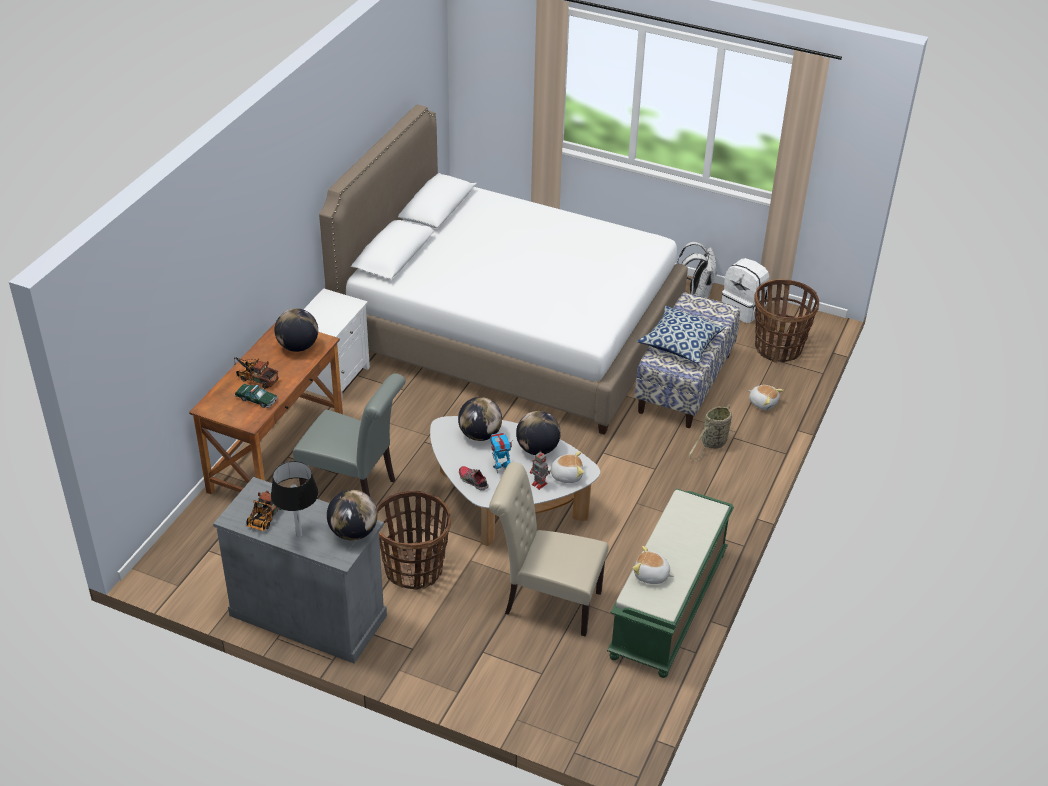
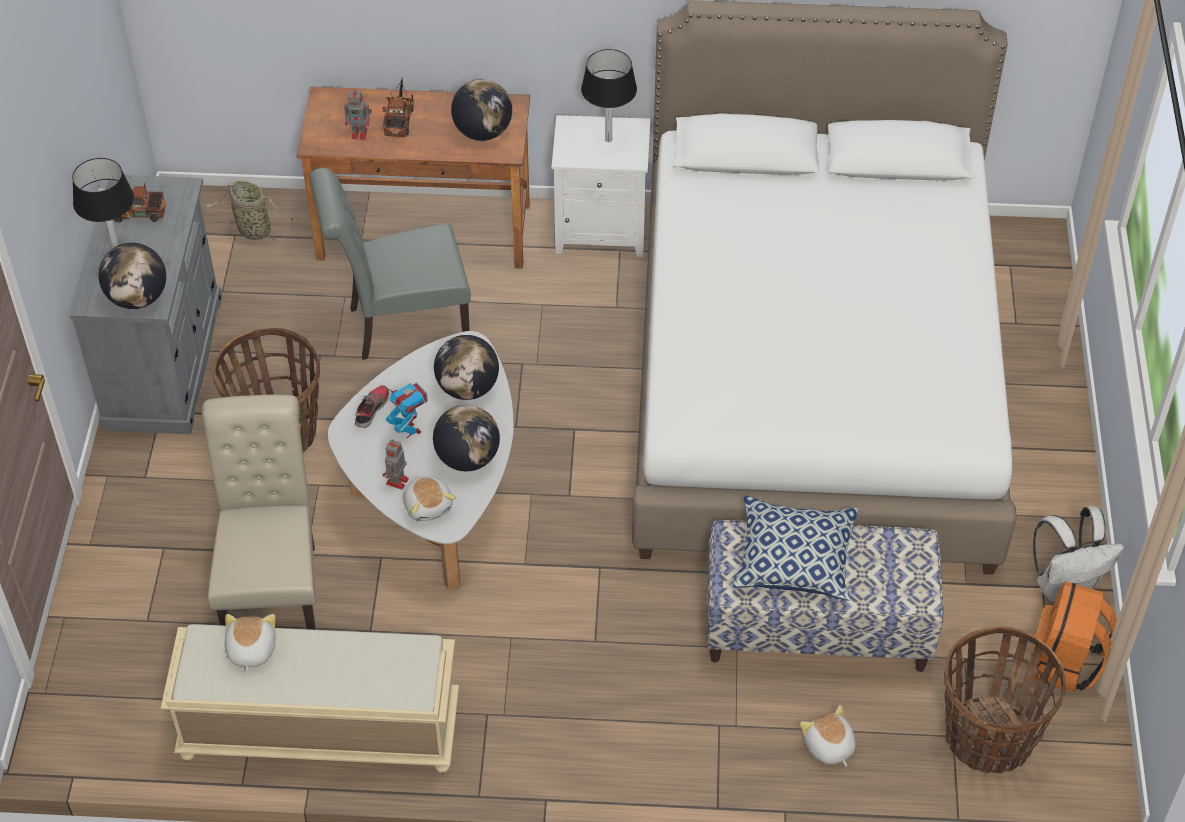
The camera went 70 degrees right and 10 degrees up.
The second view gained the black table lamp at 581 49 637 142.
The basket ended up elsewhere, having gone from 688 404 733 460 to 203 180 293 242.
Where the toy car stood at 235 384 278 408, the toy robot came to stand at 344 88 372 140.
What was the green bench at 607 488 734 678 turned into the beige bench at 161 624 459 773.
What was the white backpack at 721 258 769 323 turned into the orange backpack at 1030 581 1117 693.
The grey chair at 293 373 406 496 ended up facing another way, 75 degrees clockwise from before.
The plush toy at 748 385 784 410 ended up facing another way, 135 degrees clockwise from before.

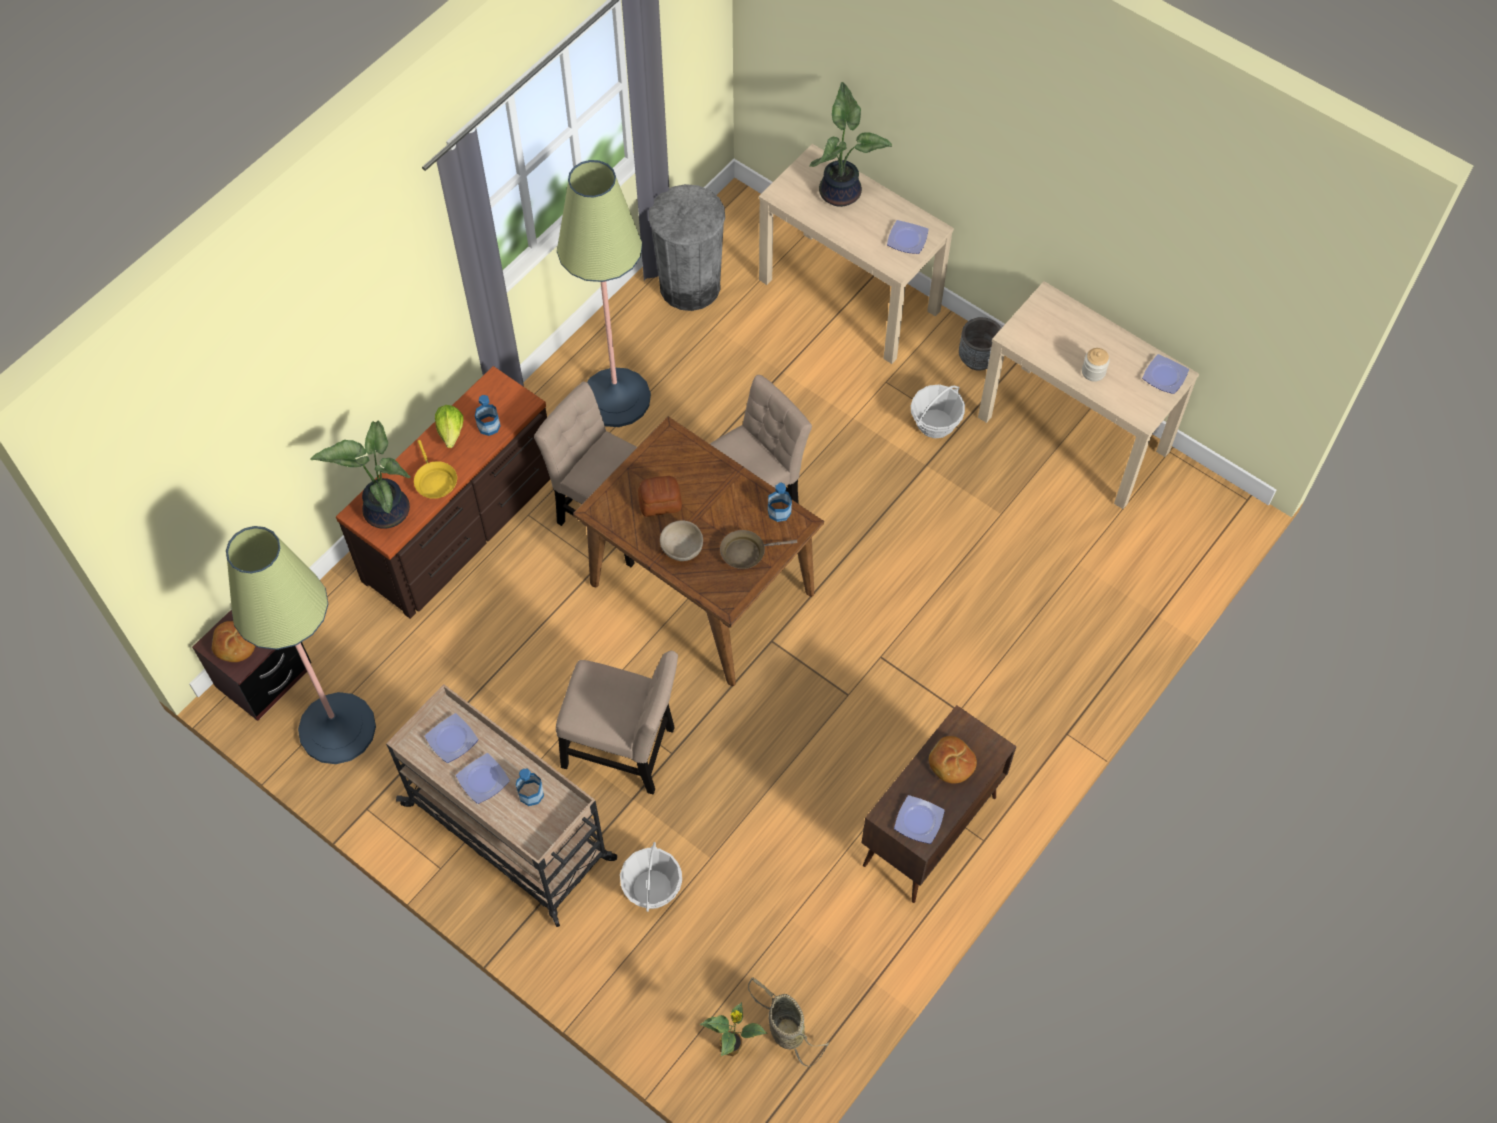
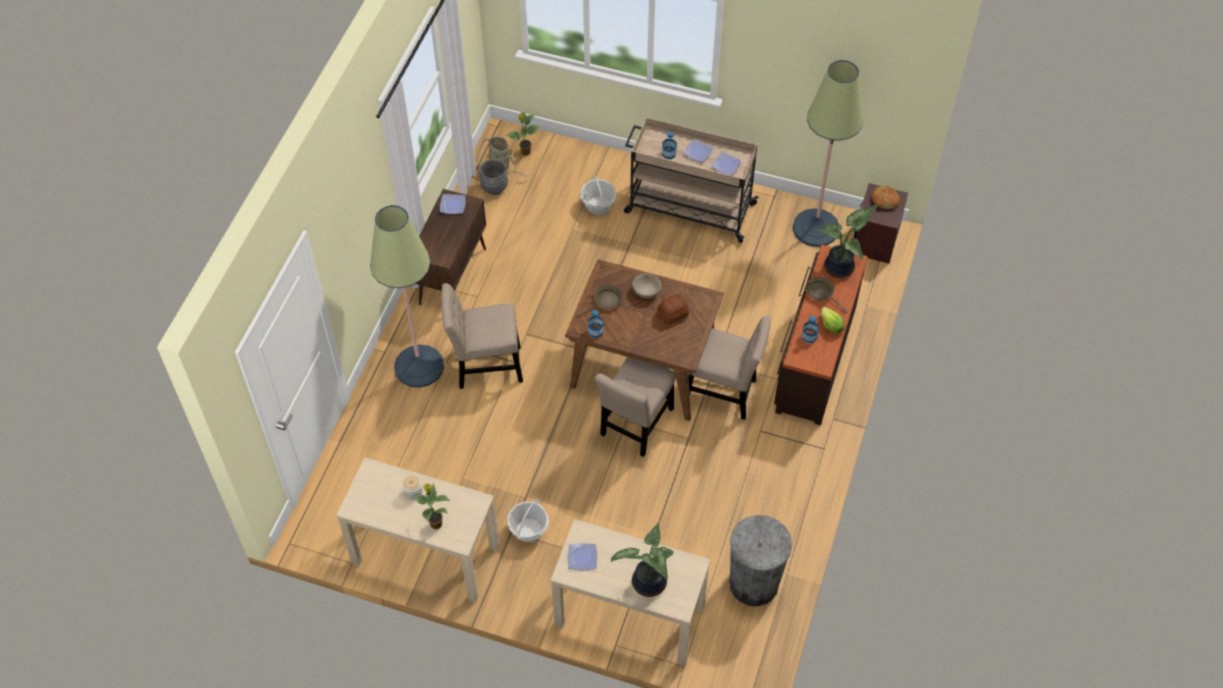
The camera went 160 degrees right and 5 degrees down.
The second view lost the bread at 929 736 977 784.
The second view lost the plate at 1142 354 1189 394.
The second view gained the potted plant at 413 483 450 529.
The beige chair ended up elsewhere, having gone from 556 651 678 795 to 441 283 523 389.
The floor lamp ended up elsewhere, having gone from 557 160 651 427 to 370 205 444 388.
The grey planter ended up elsewhere, having gone from 959 317 1001 371 to 479 159 508 195.
What was the yellow frying pan at 414 440 457 499 turned into the brown frying pan at 806 276 848 313.

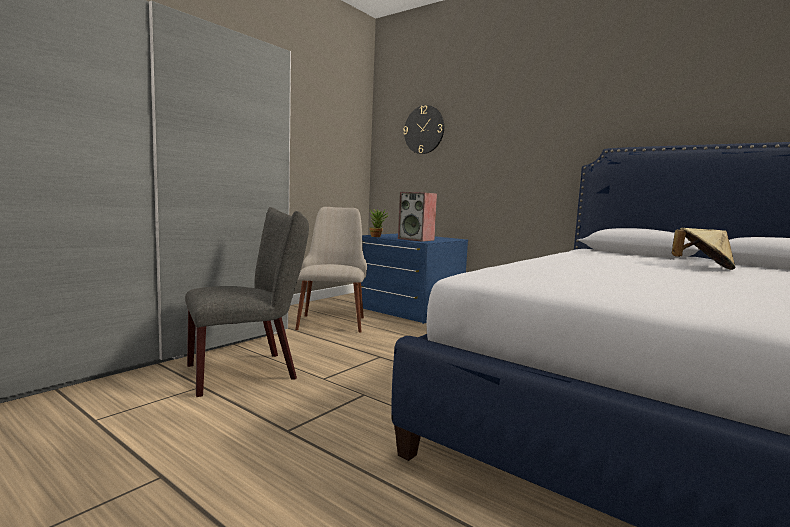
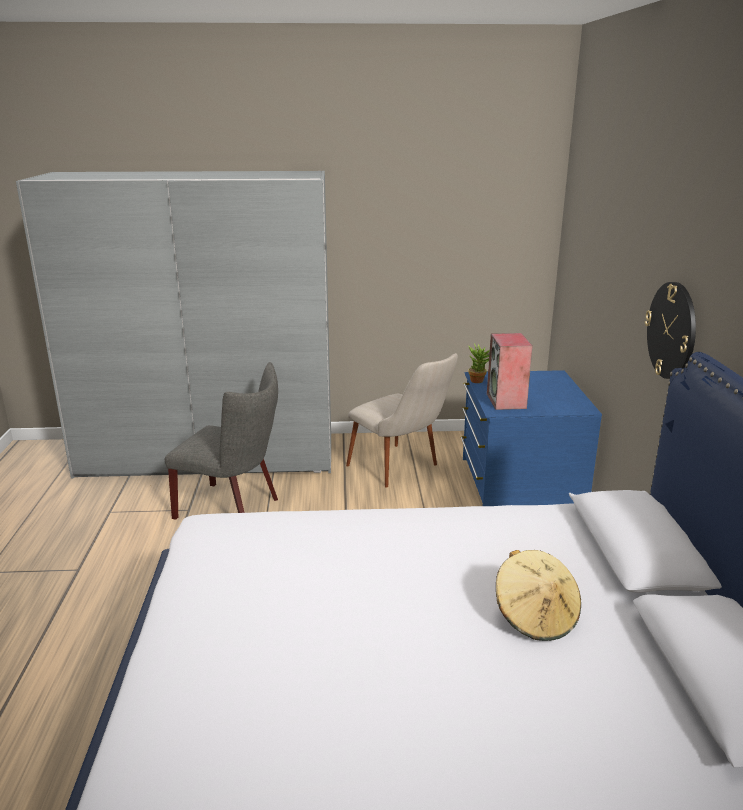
The camera went 50 degrees right and 15 degrees up.
The wall clock ended up elsewhere, having gone from 404 105 444 154 to 645 282 696 379.
The beige chair at 295 207 367 332 ended up facing another way, 90 degrees clockwise from before.

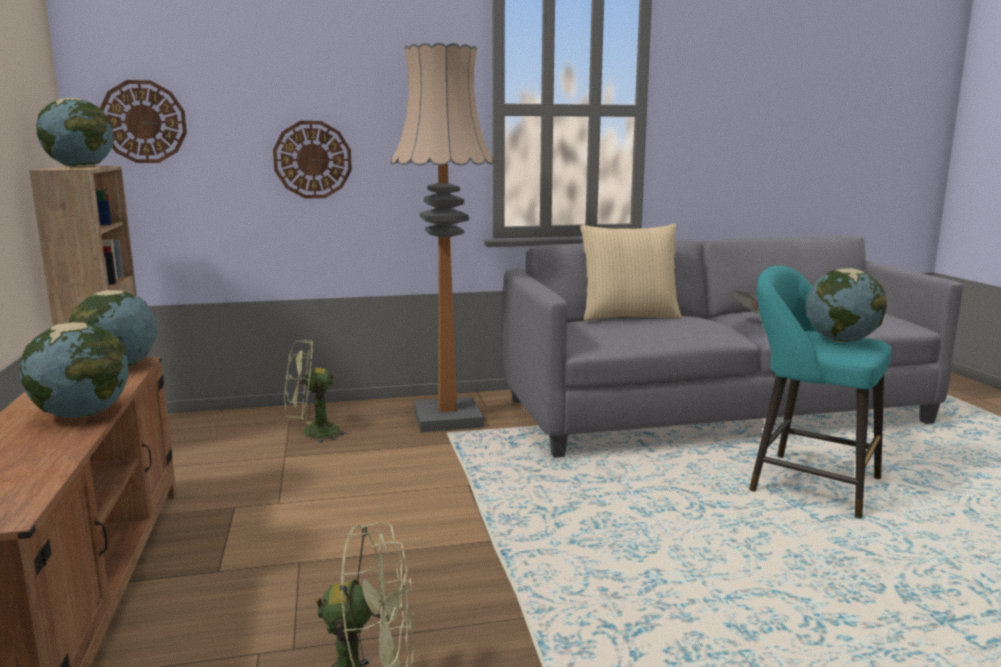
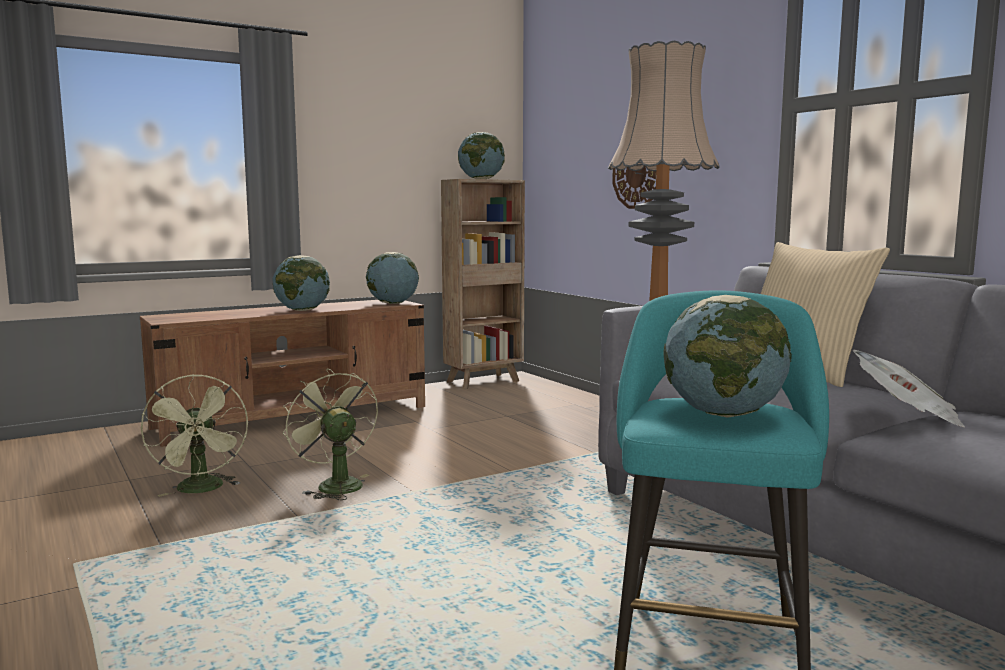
The camera went 70 degrees right and 5 degrees down.
The second view lost the wall clock at 100 80 187 163.
The green fan ended up elsewhere, having gone from 284 339 351 444 to 283 369 378 500.

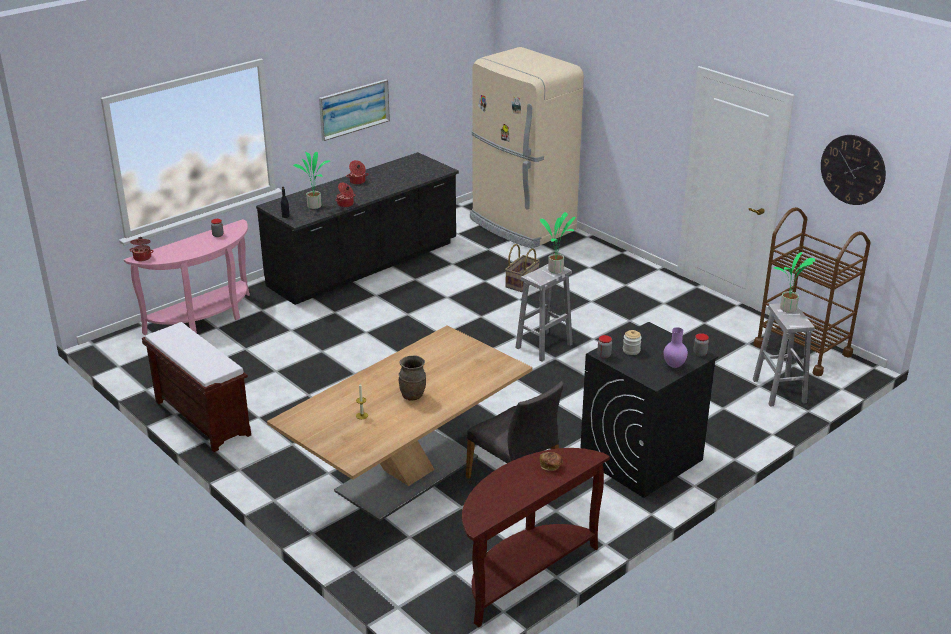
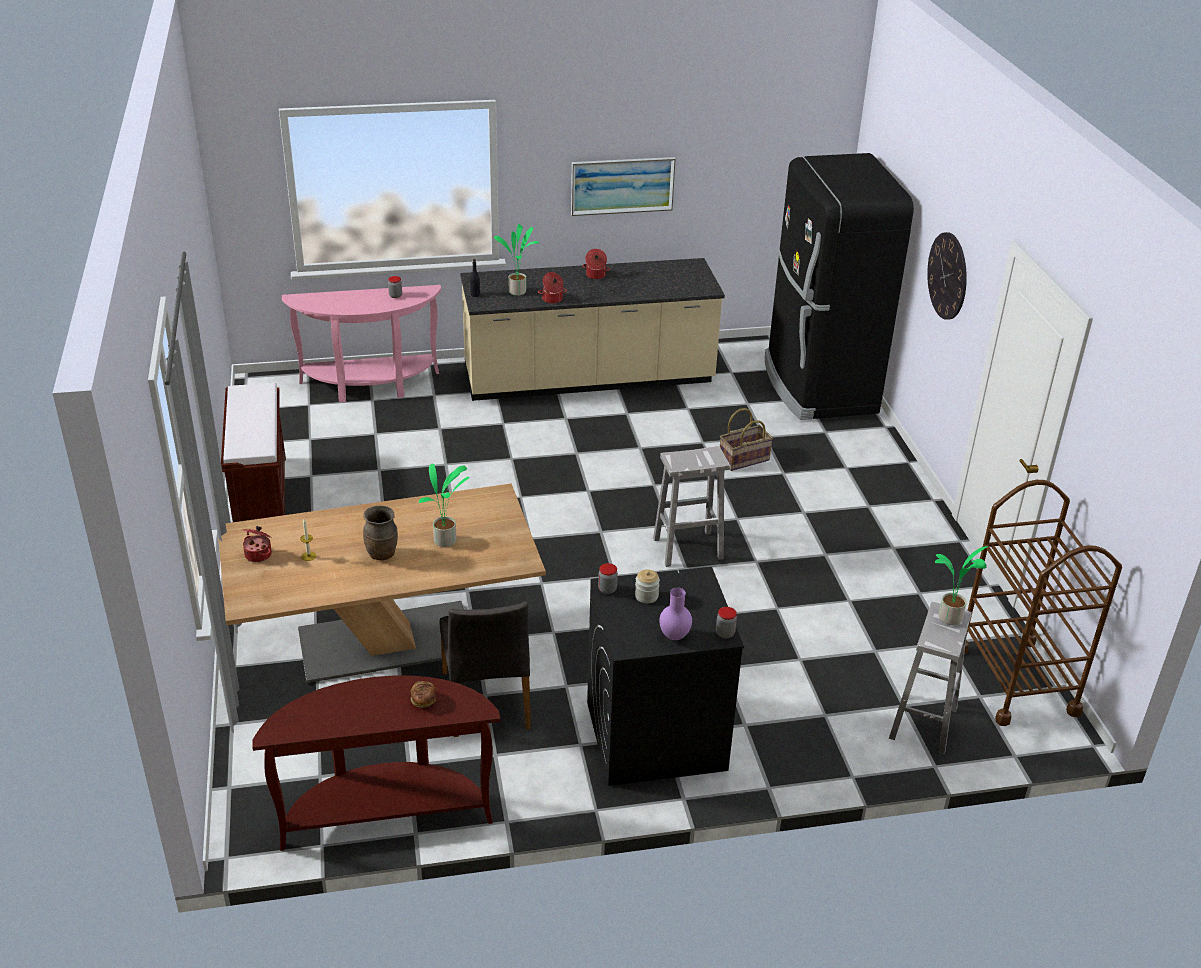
The camera went 30 degrees right and 5 degrees up.
The cooking pot ended up elsewhere, having gone from 130 237 153 261 to 243 526 272 562.
The potted plant ended up elsewhere, having gone from 540 212 576 274 to 419 464 470 547.
The wall clock ended up elsewhere, having gone from 821 135 886 205 to 927 232 967 320.
What was the black counter at 256 152 459 305 turned into the beige counter at 460 258 725 401.
What was the beige fridge at 470 47 584 248 turned into the black fridge at 765 153 914 420.

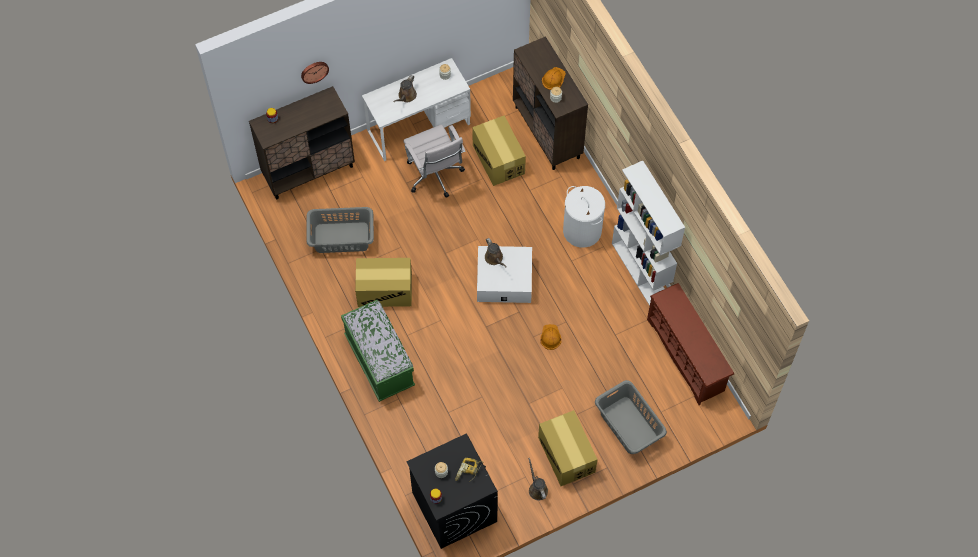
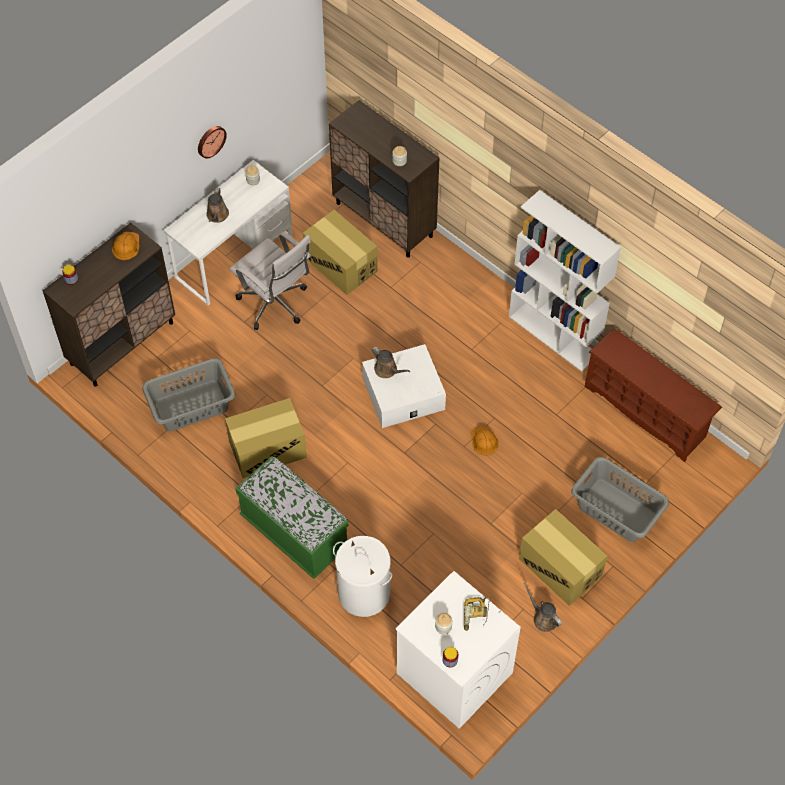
The camera went 20 degrees left and 5 degrees down.
The wall clock ended up elsewhere, having gone from 301 62 329 84 to 198 126 227 159.
The orange hard hat ended up elsewhere, having gone from 542 67 566 90 to 112 232 139 260.
The white laundry basket ended up elsewhere, having gone from 563 186 605 248 to 333 536 392 617.
What was the black washing machine at 406 433 498 549 turned into the white washing machine at 395 571 521 729.

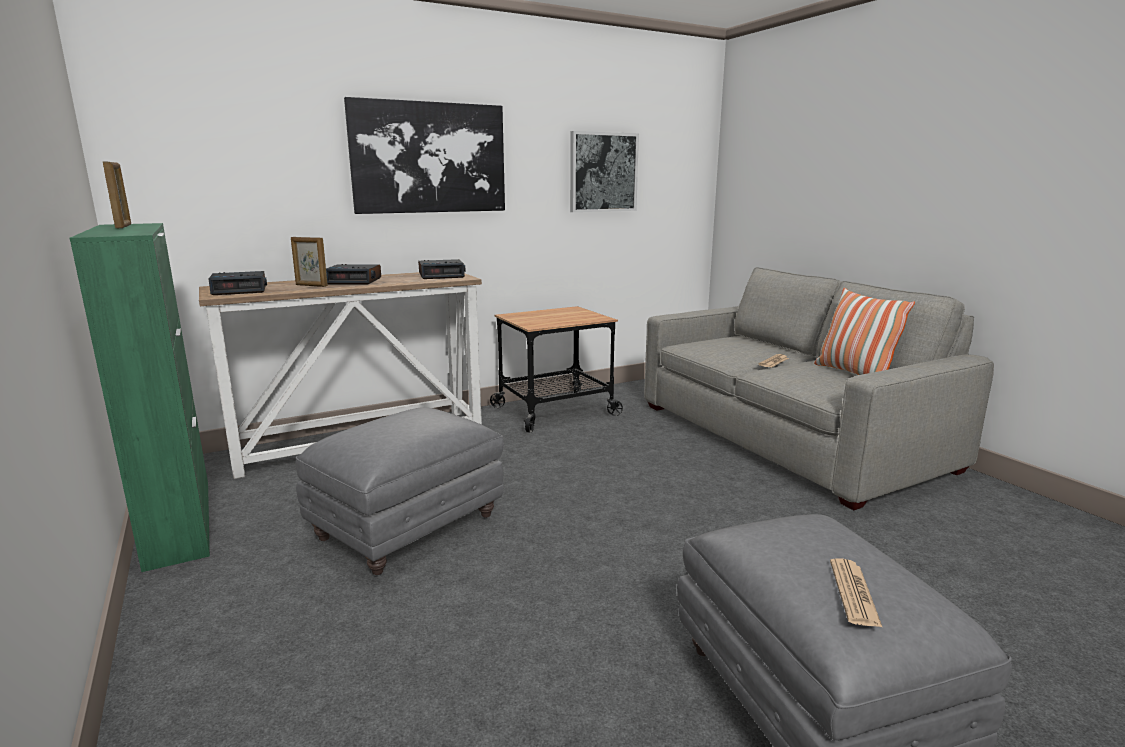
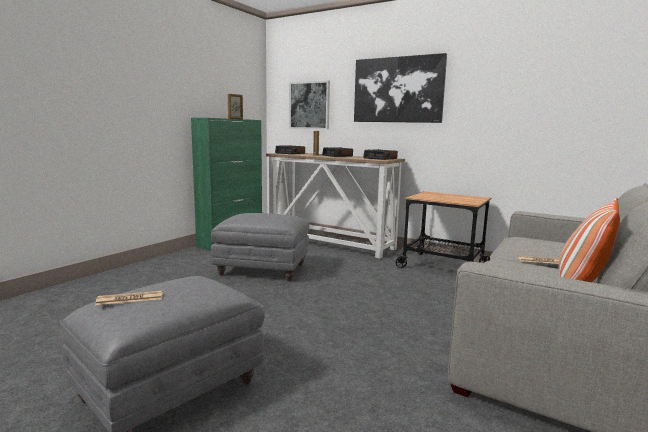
The camera went 60 degrees right and 5 degrees down.
The picture ended up elsewhere, having gone from 570 131 639 212 to 289 81 330 129.

